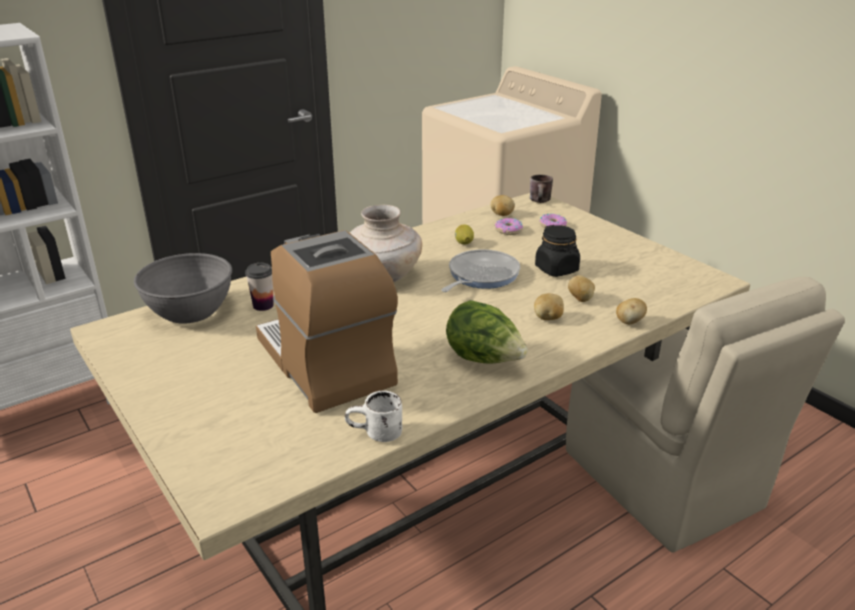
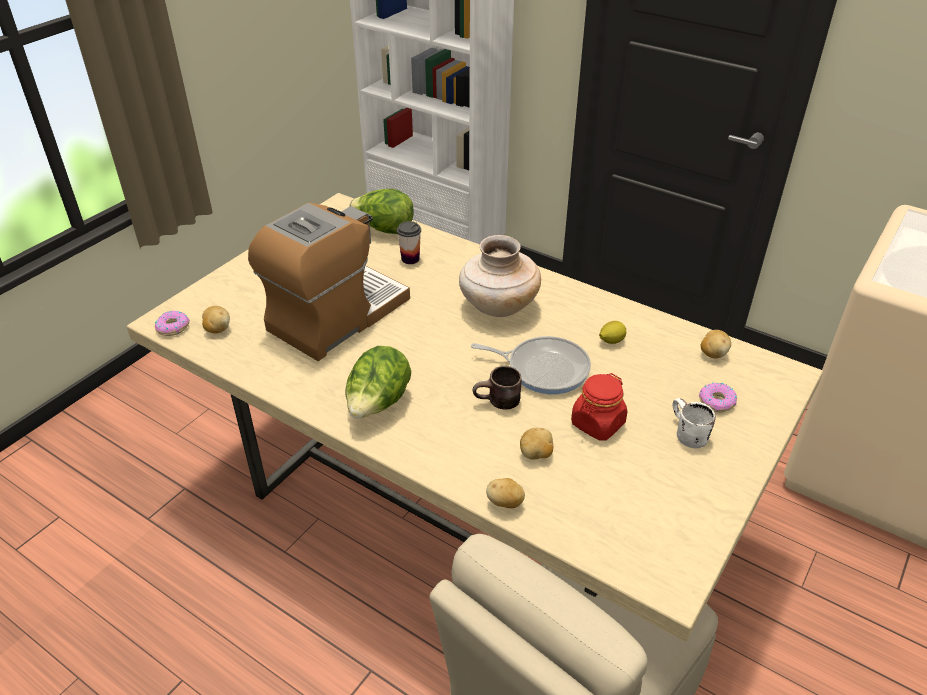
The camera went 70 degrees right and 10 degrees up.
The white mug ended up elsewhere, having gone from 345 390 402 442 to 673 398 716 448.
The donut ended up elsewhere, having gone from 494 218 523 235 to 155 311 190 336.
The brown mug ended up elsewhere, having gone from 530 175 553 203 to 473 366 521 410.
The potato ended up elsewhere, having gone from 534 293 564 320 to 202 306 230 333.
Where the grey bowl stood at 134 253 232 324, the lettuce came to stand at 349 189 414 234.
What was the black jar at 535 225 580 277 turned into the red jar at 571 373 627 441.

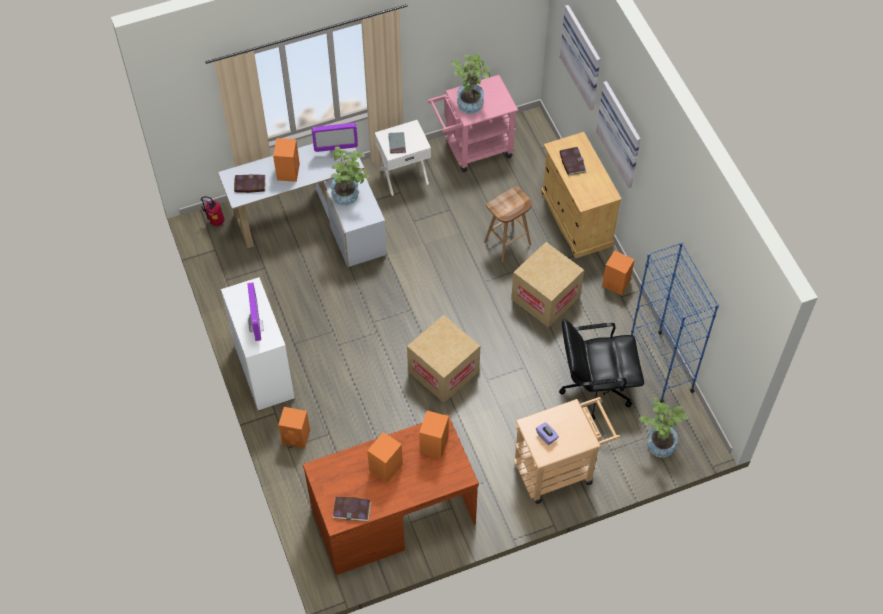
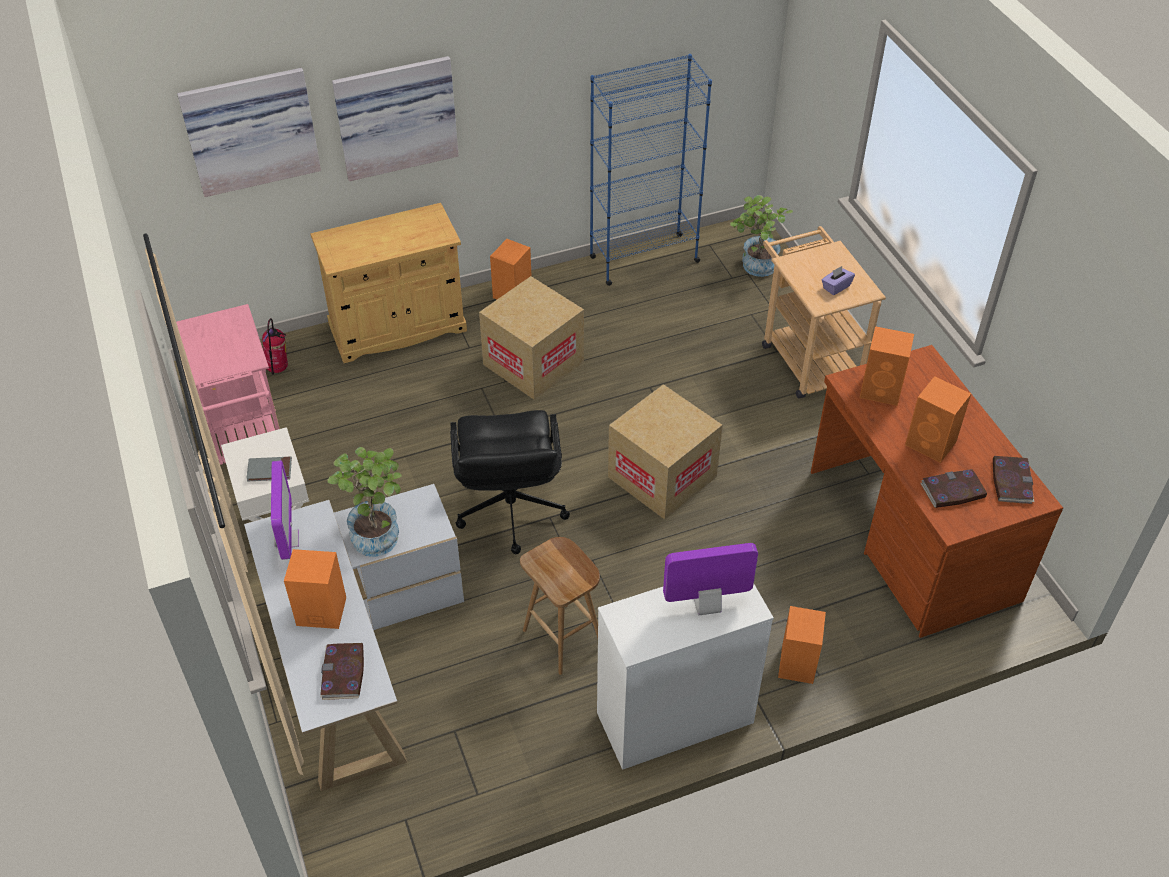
The camera went 90 degrees left and 10 degrees down.
The second view lost the potted plant at 452 54 490 114.
The fire extinguisher ended up elsewhere, having gone from 200 196 225 226 to 262 318 288 375.
The brown stool ended up elsewhere, having gone from 484 186 532 262 to 520 537 600 675.
The black office chair ended up elsewhere, having gone from 559 319 644 420 to 450 410 570 554.
The book ended up elsewhere, having gone from 560 147 586 176 to 920 469 987 508.

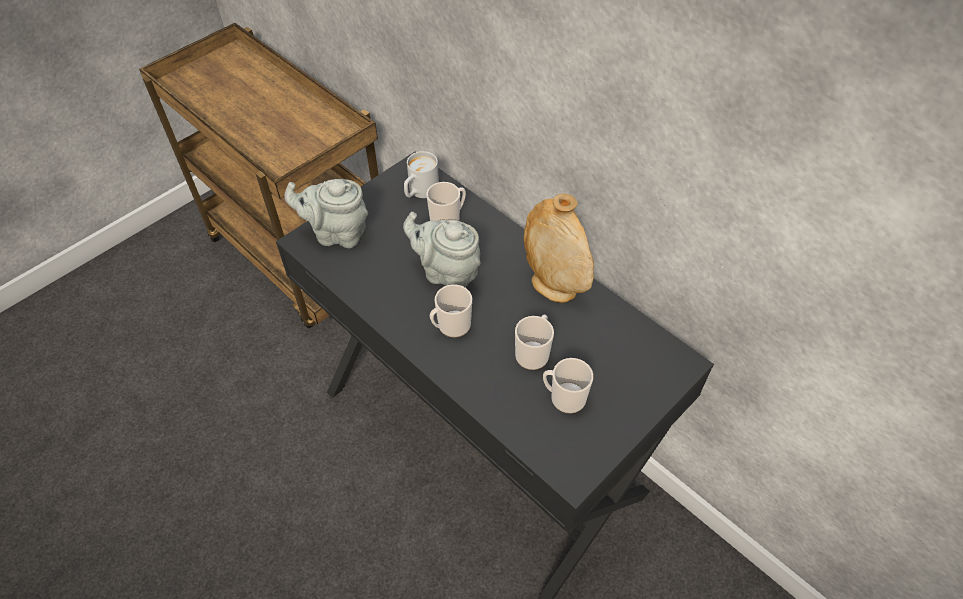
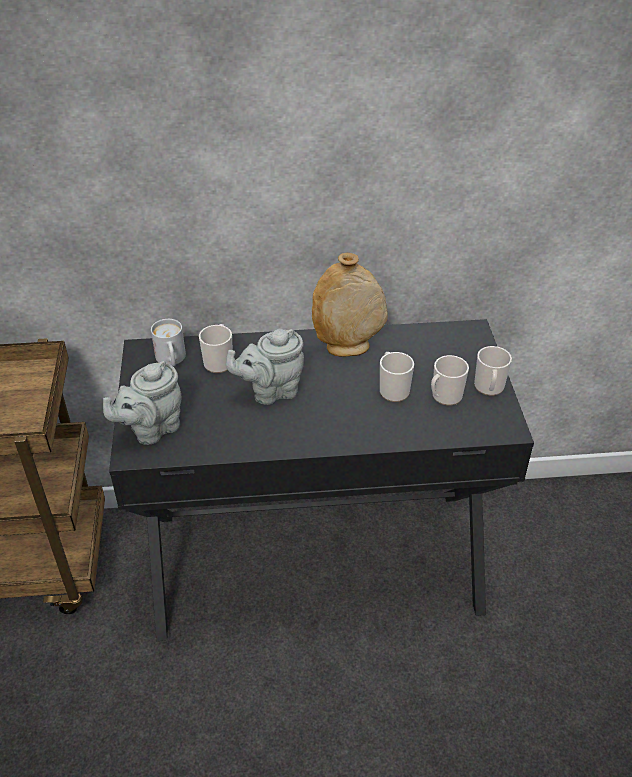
The camera went 50 degrees left and 10 degrees down.
The mug ended up elsewhere, having gone from 430 284 472 338 to 474 346 512 396.

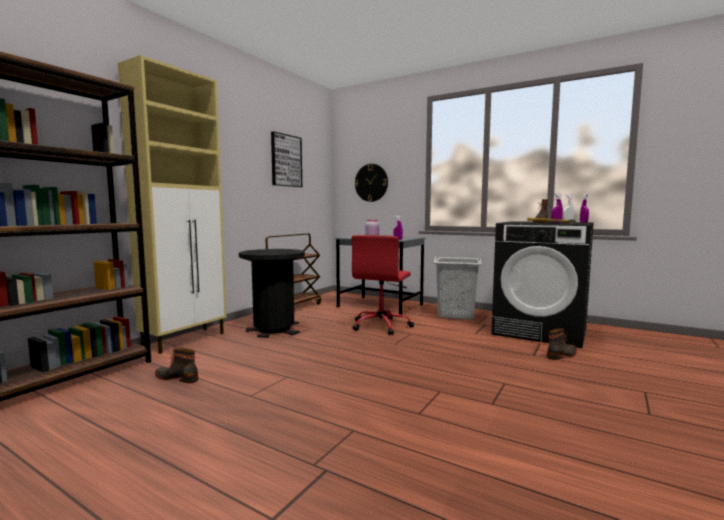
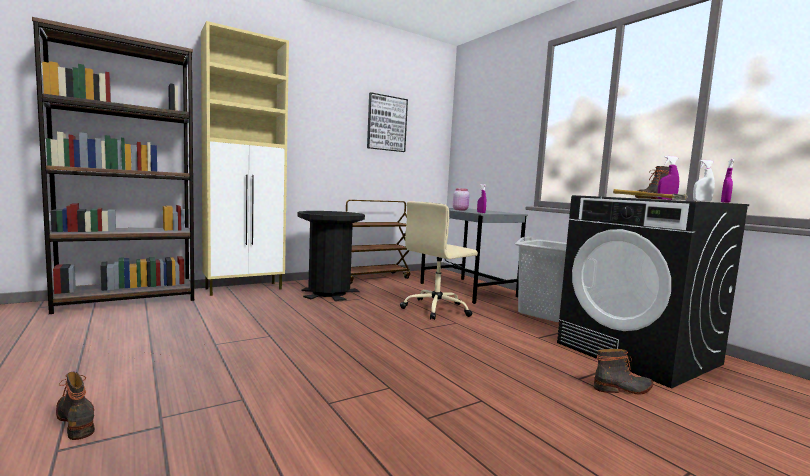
The camera went 25 degrees right and 0 degrees up.
The second view lost the wall clock at 354 164 388 202.
The boot ended up elsewhere, having gone from 155 348 198 383 to 56 372 95 440.
What was the red office chair at 352 235 414 335 turned into the beige office chair at 400 201 478 320.

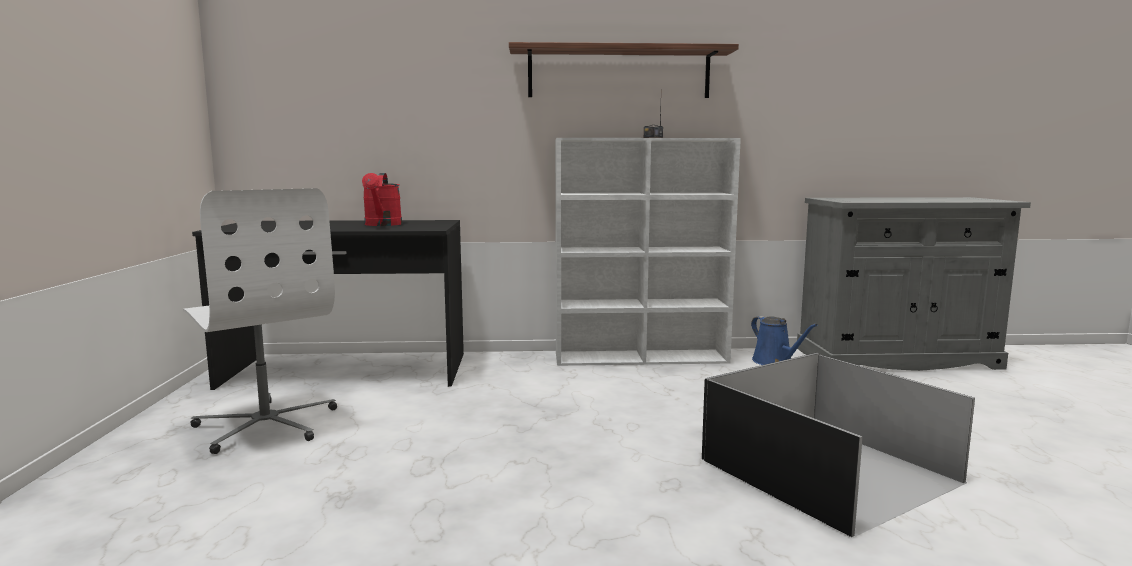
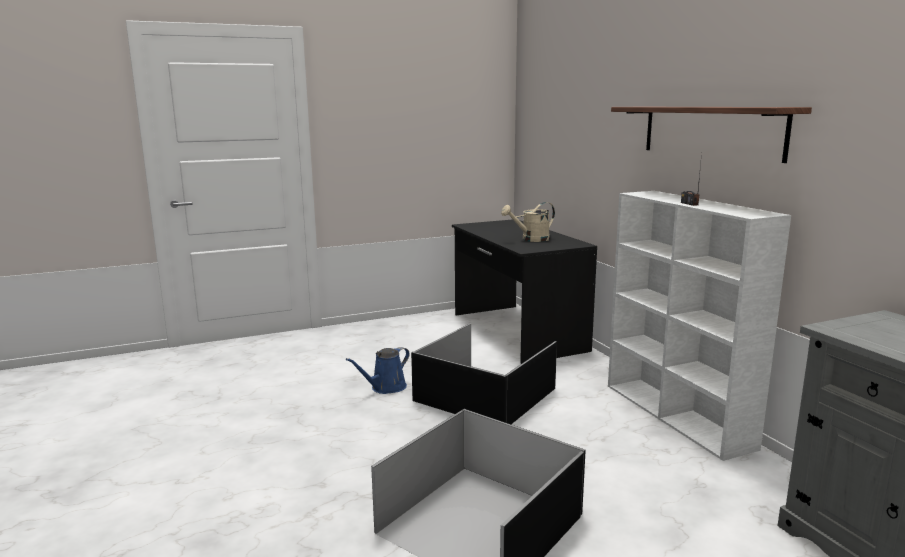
The camera went 70 degrees right and 5 degrees up.
The second view lost the white office chair at 183 188 337 454.
The second view gained the black storage box at 411 324 557 424.
The blue watering can ended up elsewhere, having gone from 751 316 817 365 to 346 347 410 394.
What was the red watering can at 362 173 402 226 turned into the beige watering can at 501 202 555 242.

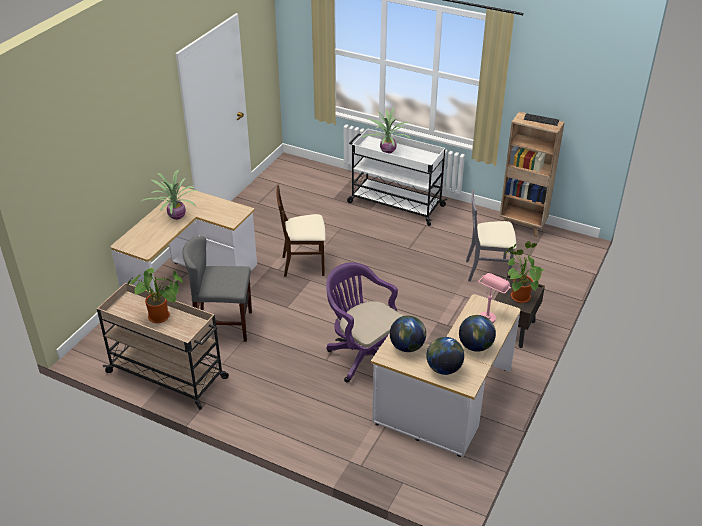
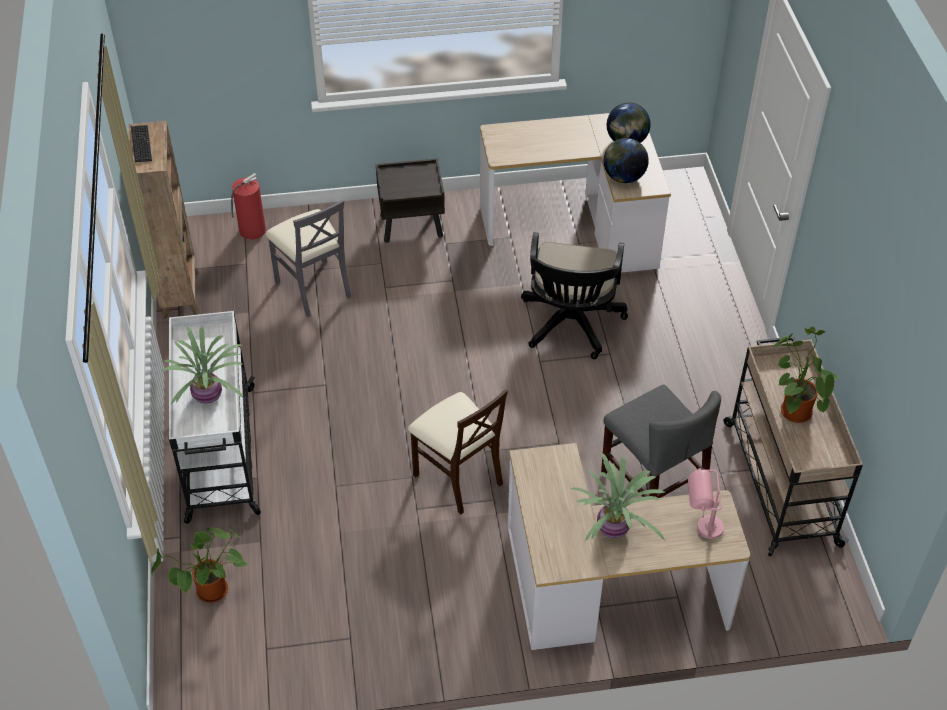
The camera went 125 degrees left and 10 degrees up.
The second view lost the globe at 459 315 496 352.
The second view gained the fire extinguisher at 231 173 266 240.
The pink table lamp ended up elsewhere, having gone from 478 273 511 323 to 688 468 724 539.
The potted plant ended up elsewhere, having gone from 505 241 546 303 to 151 527 249 603.
What was the purple office chair at 326 262 404 383 turned into the black office chair at 521 232 628 359.

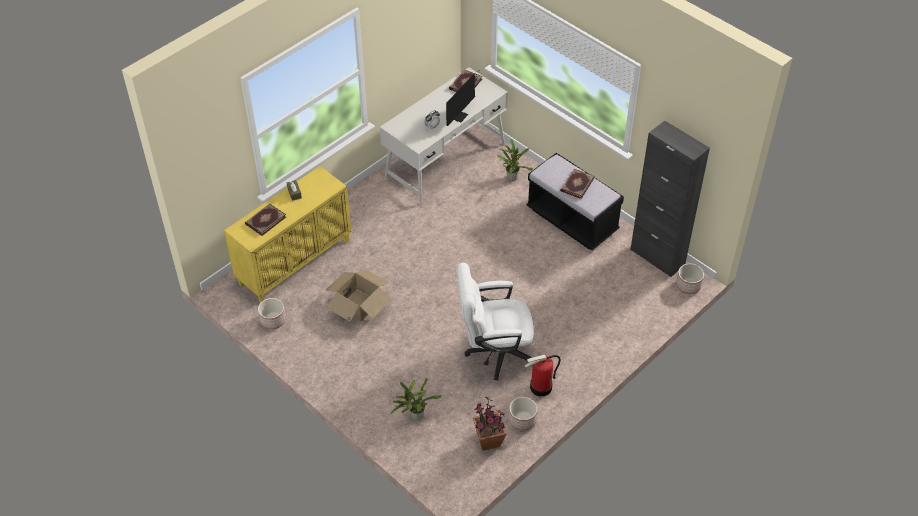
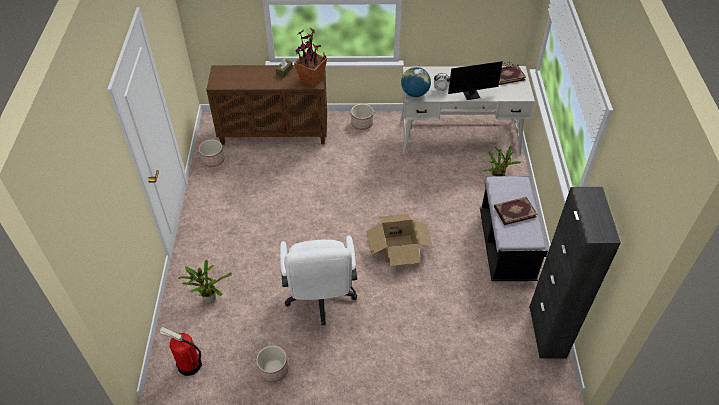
The camera went 45 degrees right and 0 degrees up.
The second view lost the book at 245 203 286 236.
The second view gained the globe at 401 67 431 97.
The cardboard box ended up elsewhere, having gone from 325 270 392 322 to 366 214 433 266.
The potted plant ended up elsewhere, having gone from 473 397 506 451 to 294 27 327 87.
The fire extinguisher ended up elsewhere, having gone from 525 355 561 396 to 159 327 202 376.
The planter ended up elsewhere, having gone from 676 264 704 294 to 351 104 373 130.
What was the yellow cabinet at 224 166 351 303 turned into the brown cabinet at 206 65 327 145.
The white office chair at 457 262 534 380 ended up facing another way, 135 degrees counterclockwise from before.

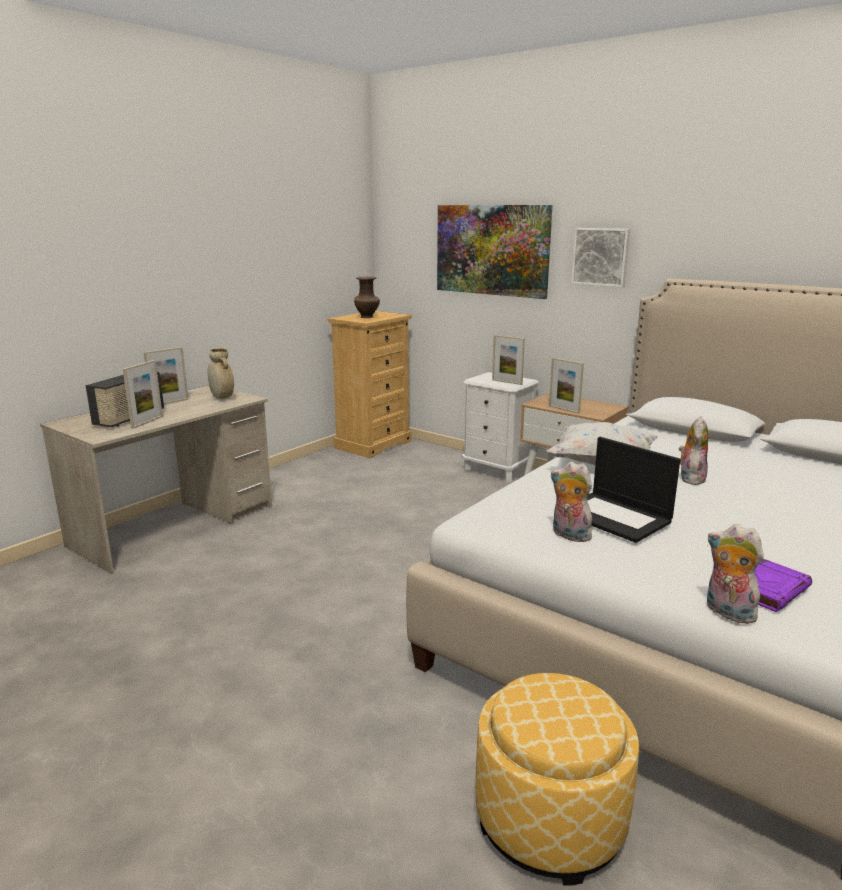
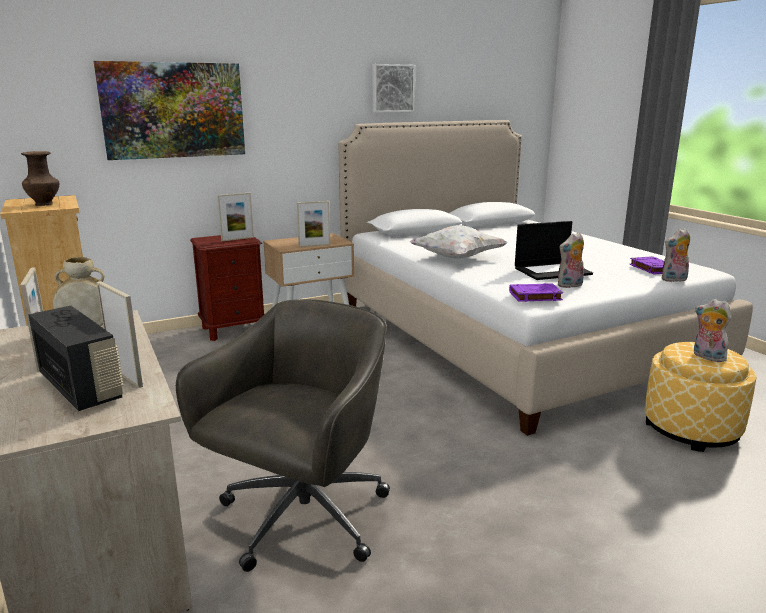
The camera went 65 degrees left and 0 degrees up.
The second view gained the grey office chair at 176 299 390 572.
The second view gained the purple book at 509 283 563 302.
The picture ended up elsewhere, having gone from 571 228 630 287 to 373 64 415 113.
The plush toy ended up elsewhere, having gone from 679 416 708 485 to 694 299 732 362.
What was the white nightstand at 462 372 539 482 turned into the brown nightstand at 190 235 265 341.

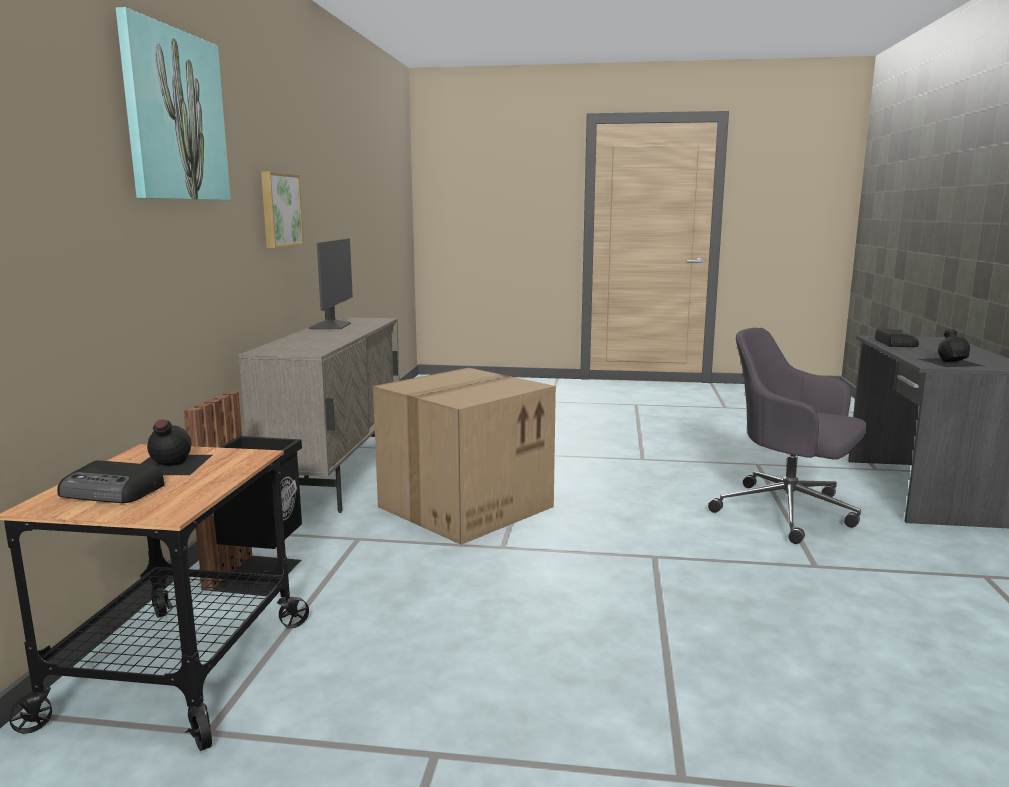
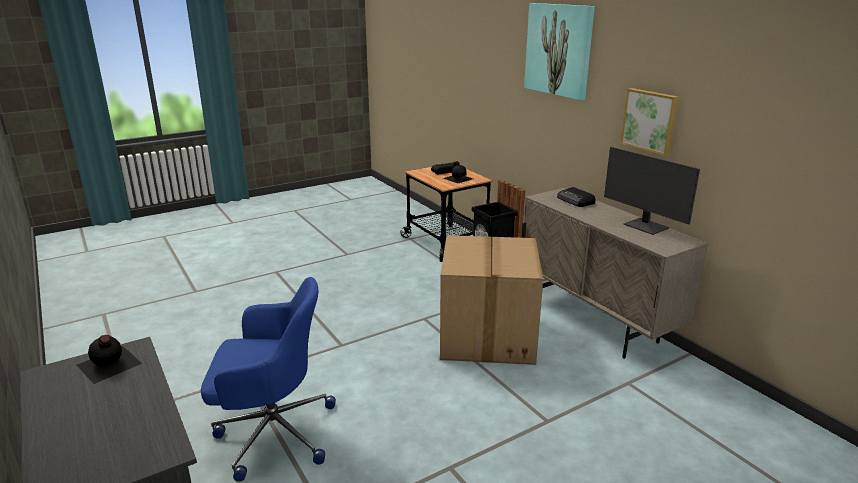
The camera went 140 degrees right and 10 degrees up.
The radio ended up elsewhere, having gone from 875 328 919 347 to 557 187 595 207.
What was the grey office chair at 708 328 867 544 turned into the blue office chair at 201 277 336 482.

